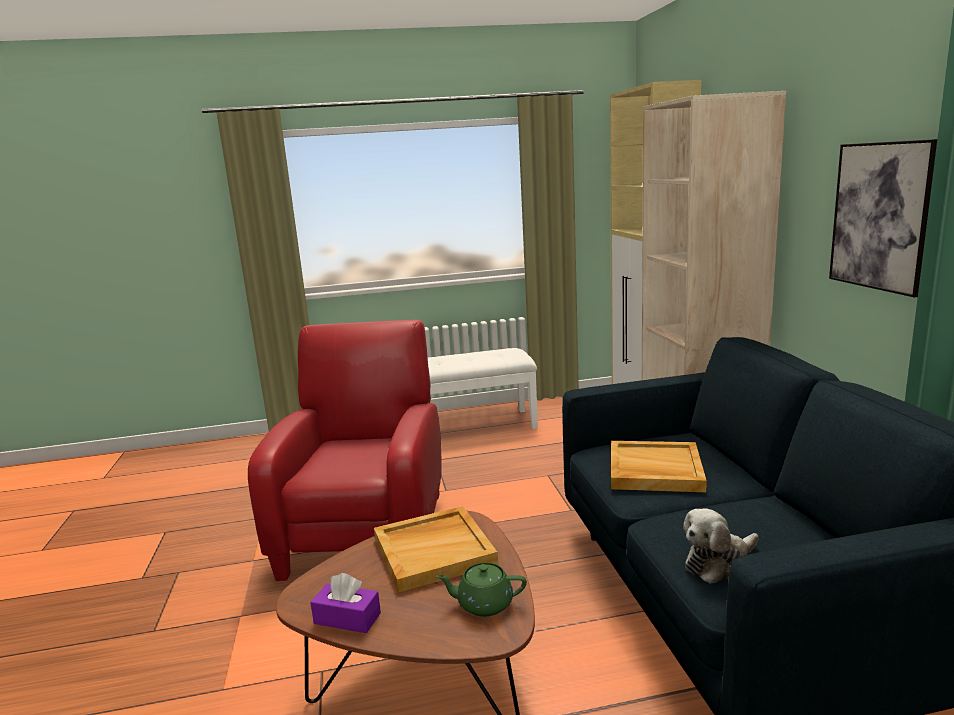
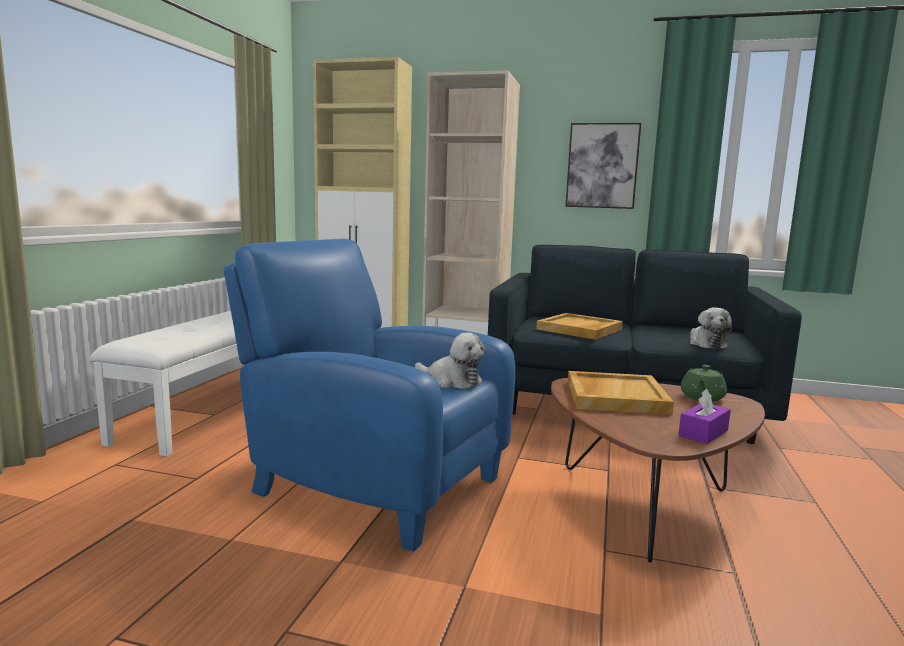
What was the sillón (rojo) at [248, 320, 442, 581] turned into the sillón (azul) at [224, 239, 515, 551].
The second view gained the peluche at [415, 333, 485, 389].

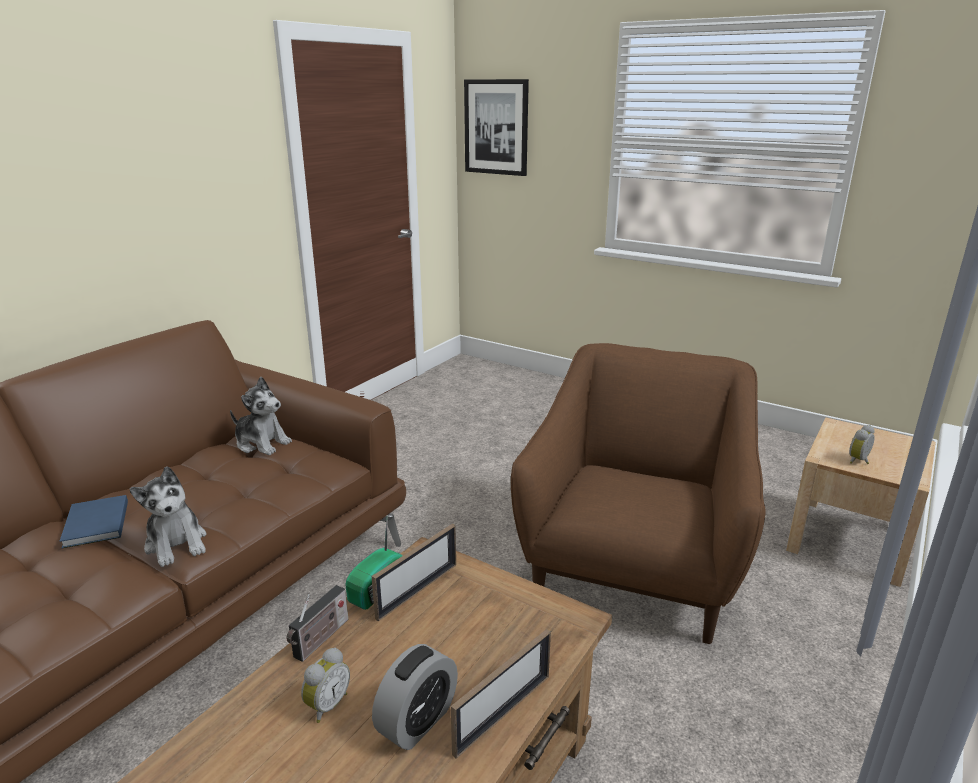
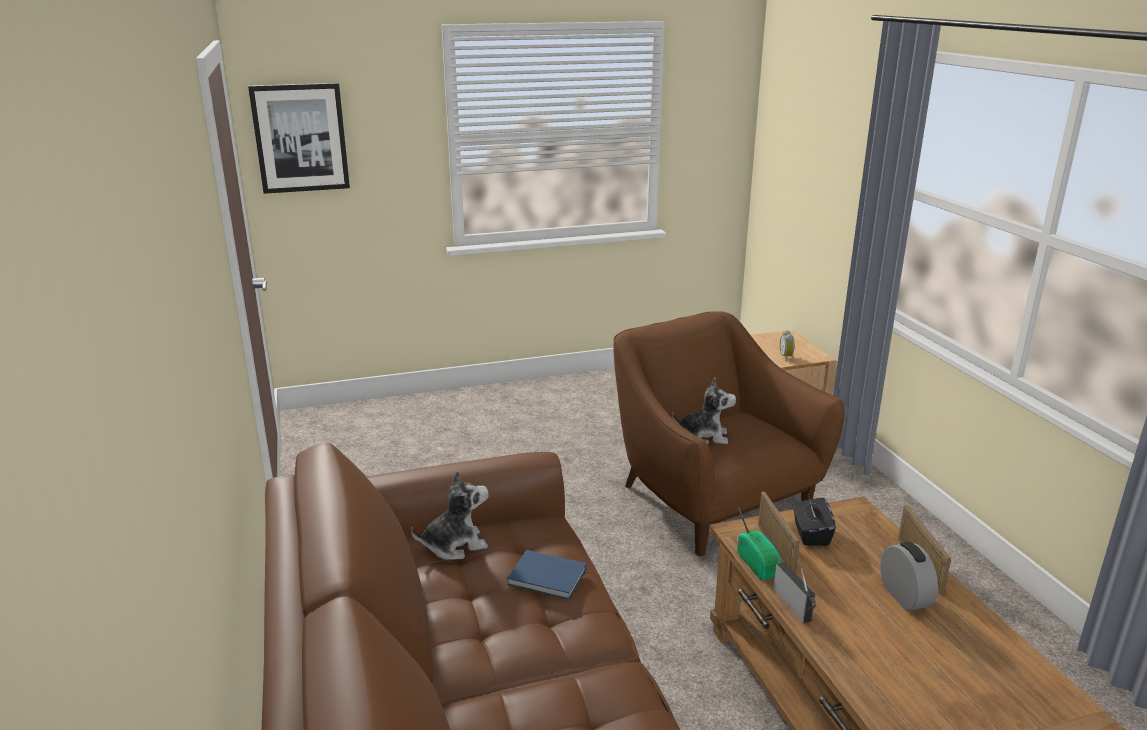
The libro (azul) ended up elsewhere, having gone from [60, 495, 128, 548] to [507, 550, 586, 600].
The peluche ended up elsewhere, having gone from [130, 466, 206, 567] to [672, 378, 736, 444].
The second view lost the despertador at [301, 647, 350, 723].
The second view gained the caja de pañuelos (negro) at [793, 494, 836, 546].

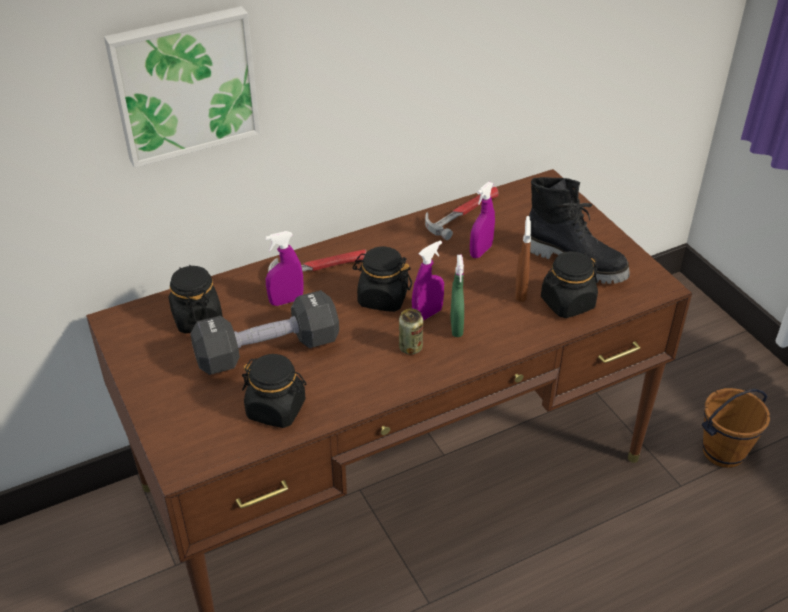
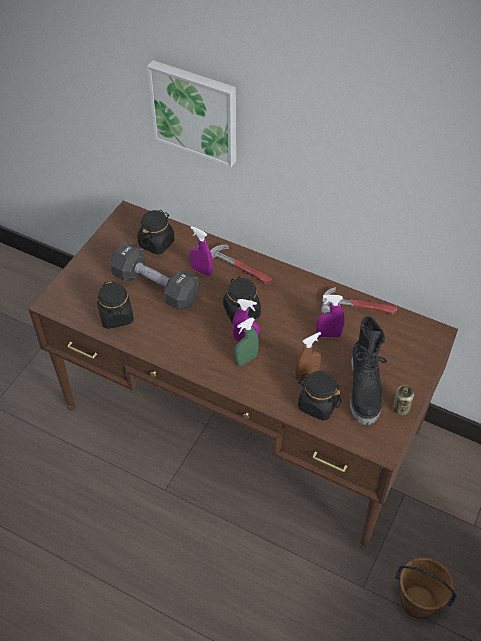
The lata ended up elsewhere, having gone from [399, 308, 423, 354] to [393, 385, 414, 415].

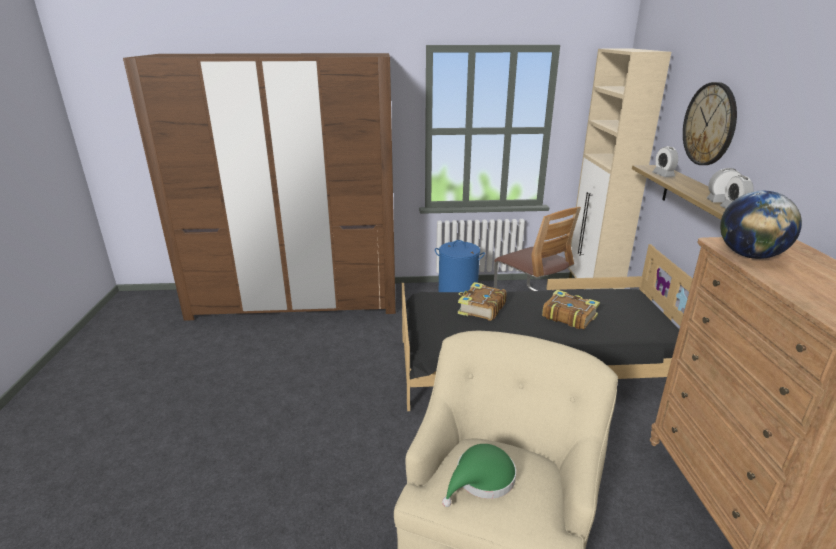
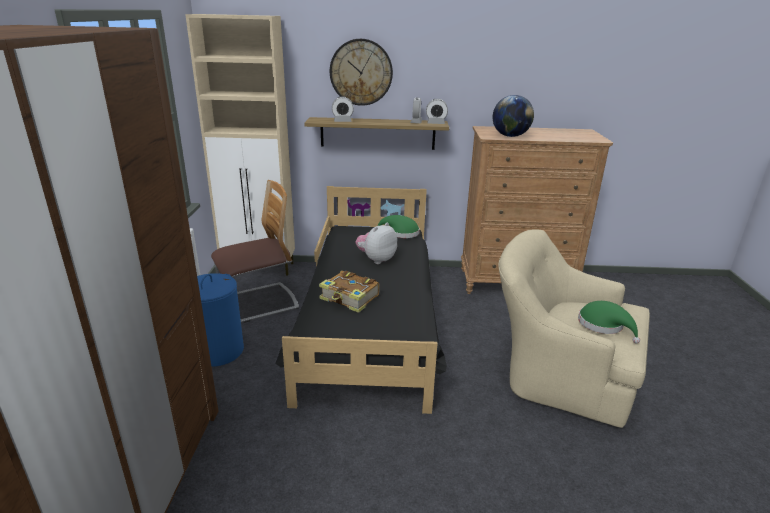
Where the libro stood at [542, 290, 600, 329], the peluche came to stand at [355, 223, 397, 264].
The second view gained the sombrero (verde) at [378, 215, 420, 238].

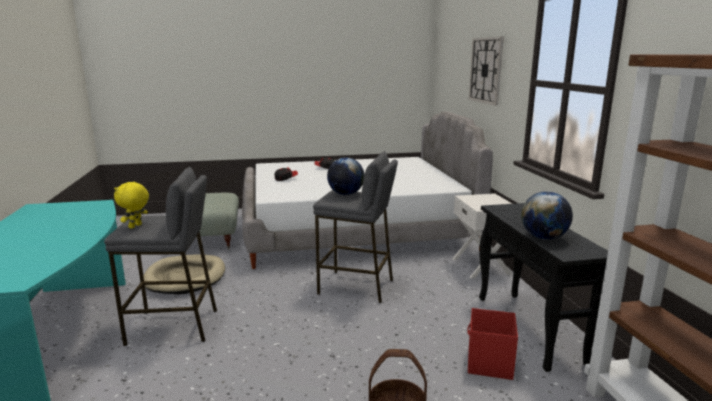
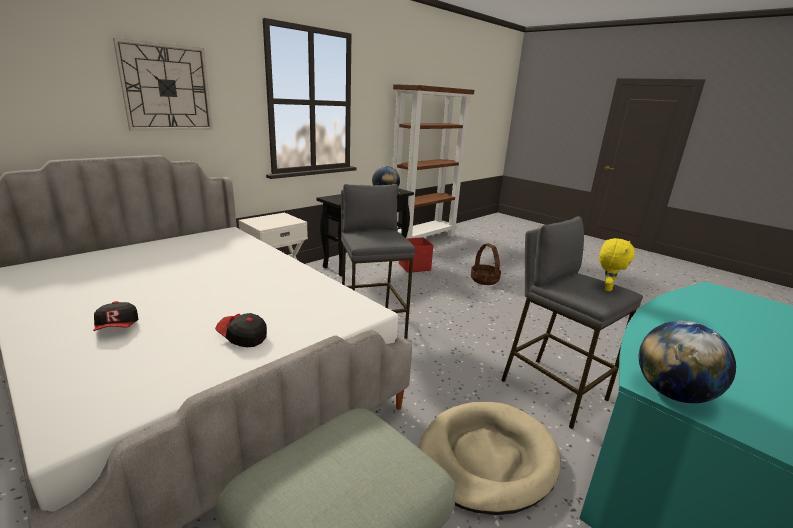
The peluche (amarillo) at [114, 181, 149, 229] ended up facing another way, 45 degrees counterclockwise from before.
The globo terráqueo ended up elsewhere, having gone from [327, 158, 364, 195] to [639, 321, 736, 403].

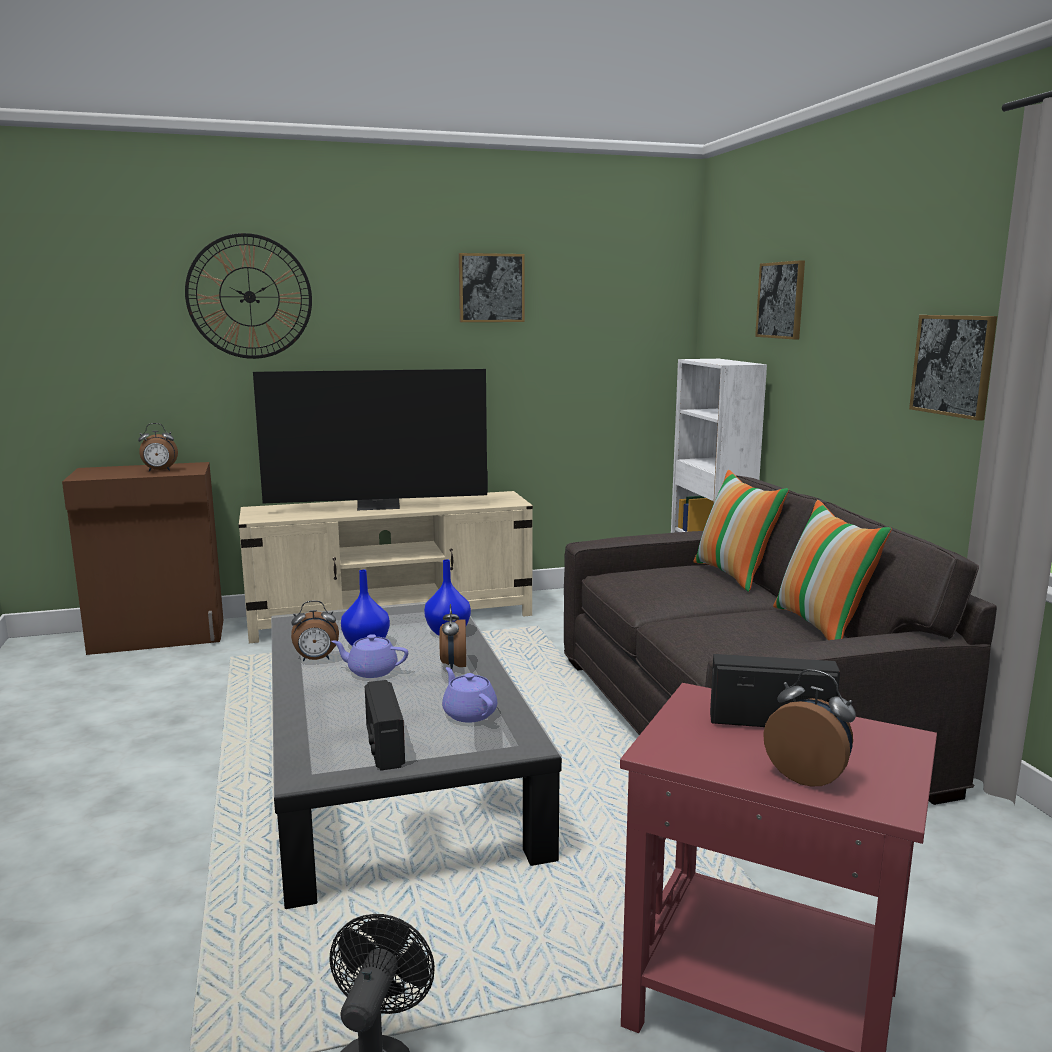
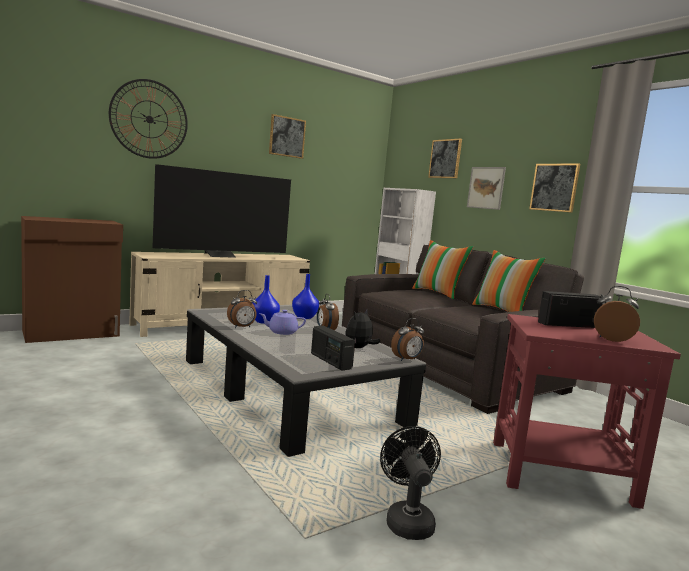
The despertador ended up elsewhere, having gone from [138, 423, 178, 472] to [391, 318, 424, 361].
Where the tetera (morado) stood at [442, 667, 497, 723], the peluche came to stand at [345, 309, 380, 348].
The second view gained the cuadro at [467, 167, 506, 210].

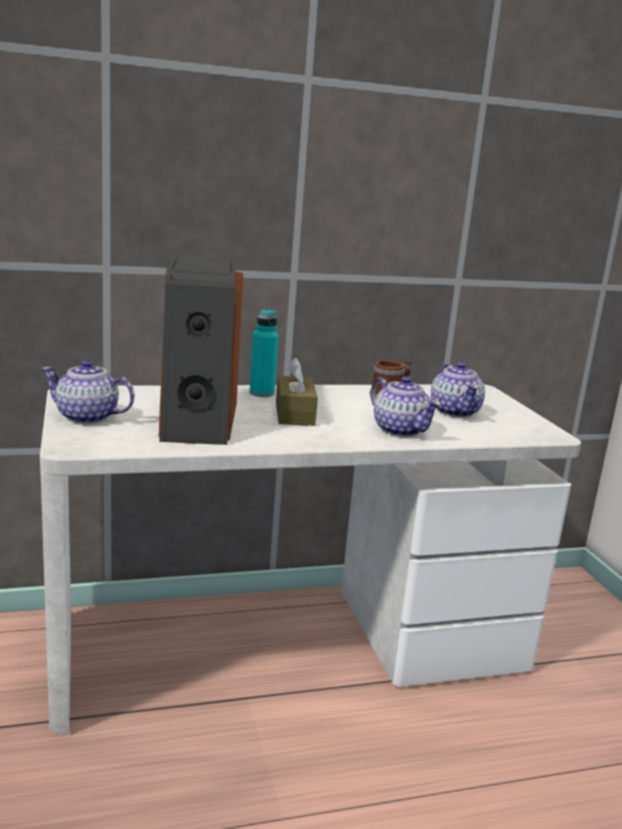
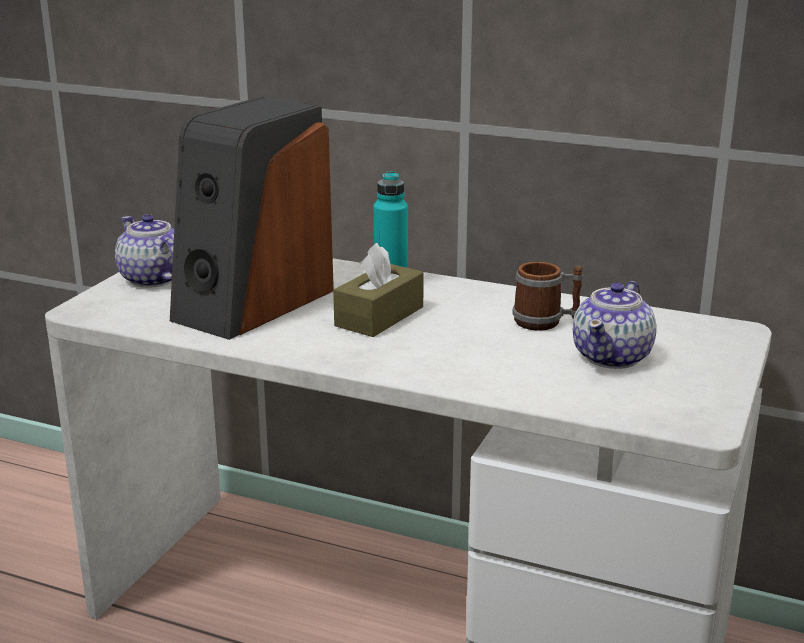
The second view lost the tetera at [370, 376, 441, 437].

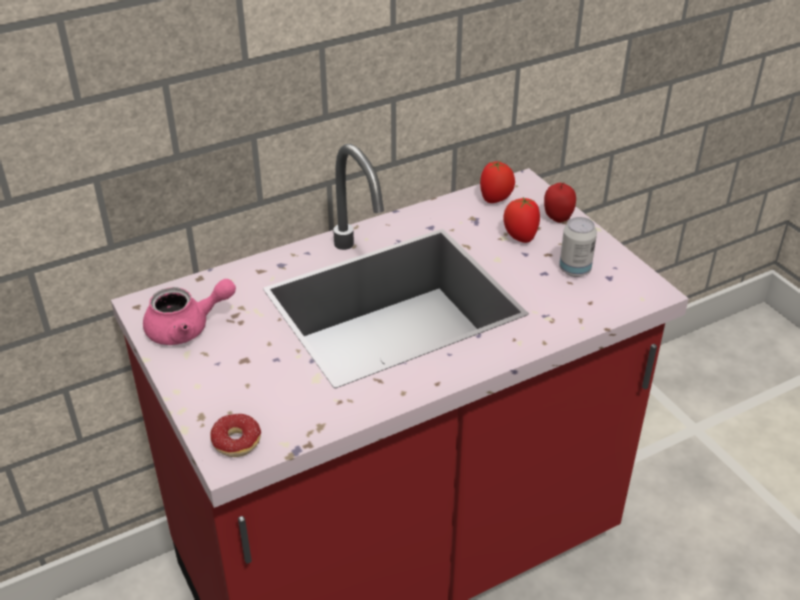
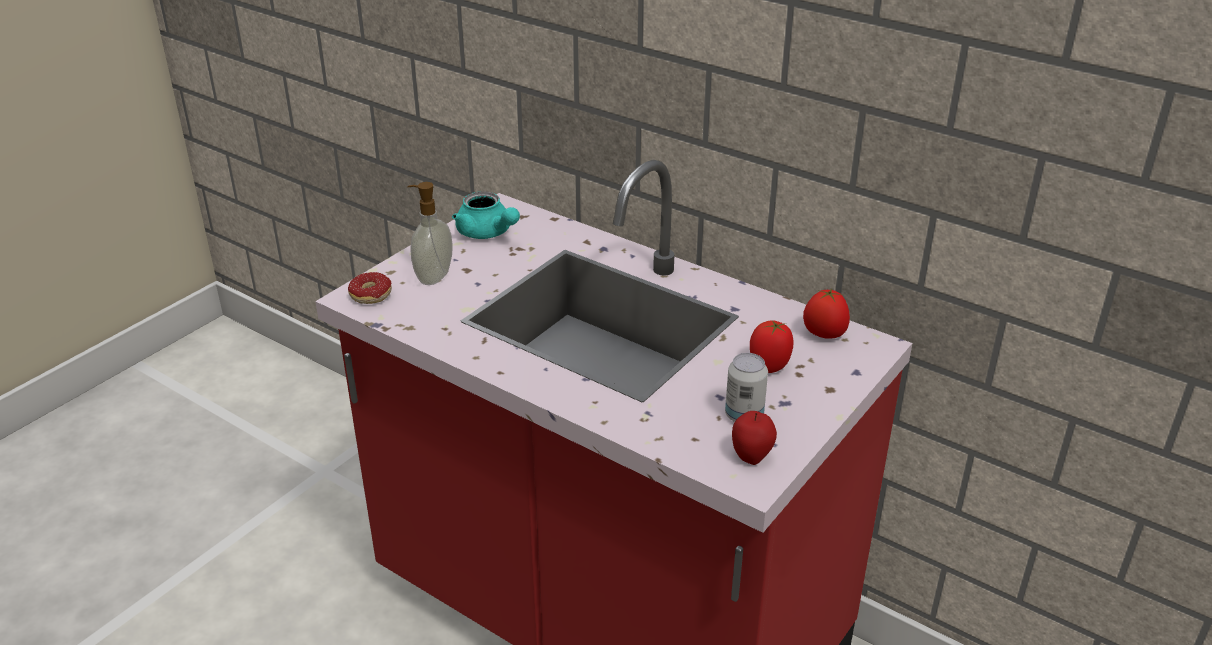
What was the tetera (rosa) at [143, 279, 236, 345] turned into the tetera (turquesa) at [452, 191, 520, 239].
The manzana ended up elsewhere, having gone from [544, 182, 576, 223] to [732, 411, 777, 465].
The second view gained the dispensador de jabón at [407, 182, 452, 285].

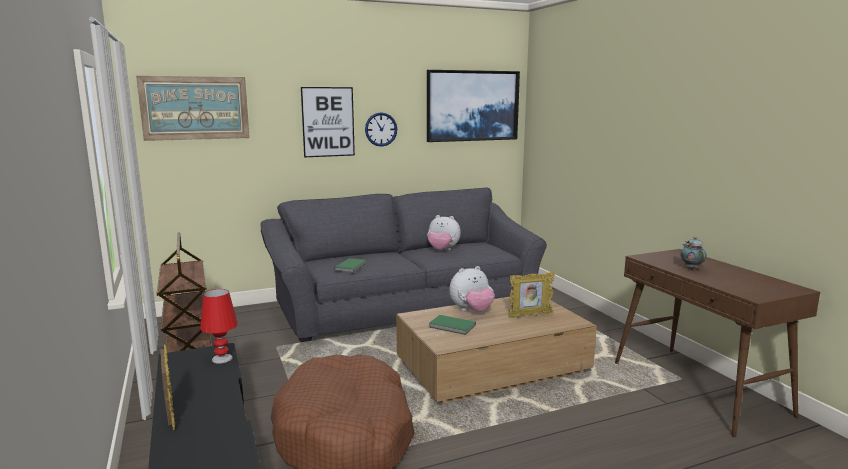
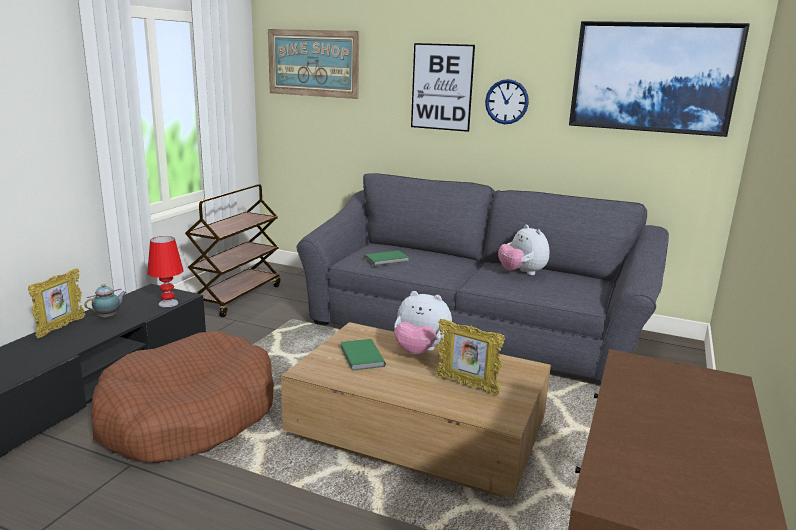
The tetera ended up elsewhere, having gone from [681, 237, 707, 270] to [84, 284, 127, 318].

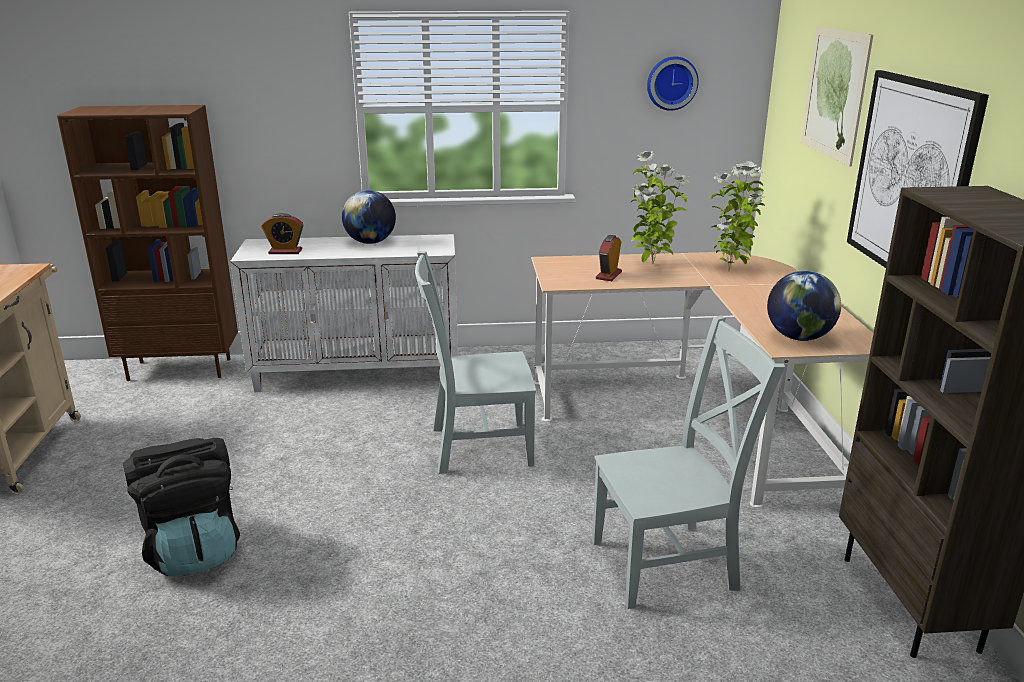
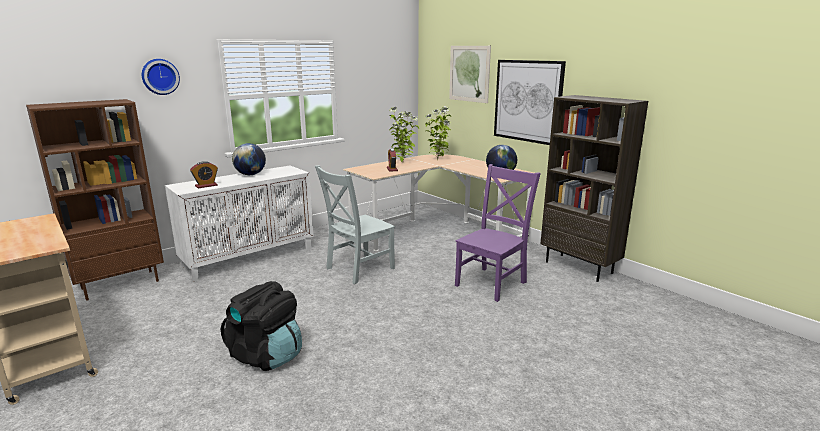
What was the silla (gris) at [592, 315, 785, 609] turned into the silla (morado) at [455, 164, 541, 302].
The reloj de pared ended up elsewhere, having gone from [647, 56, 699, 111] to [142, 59, 180, 95].

